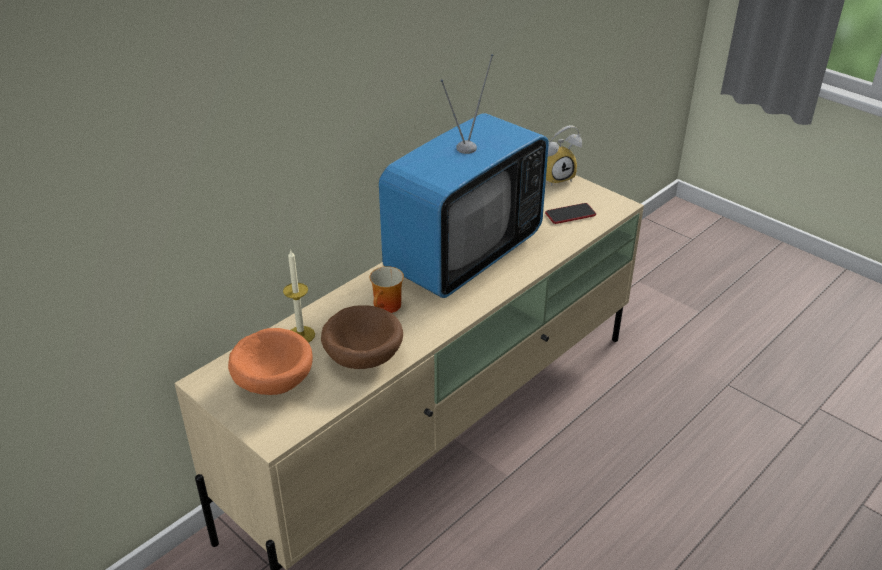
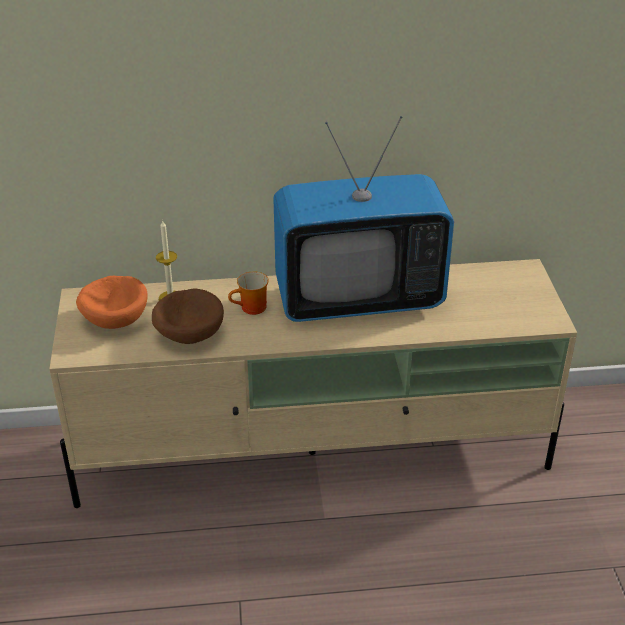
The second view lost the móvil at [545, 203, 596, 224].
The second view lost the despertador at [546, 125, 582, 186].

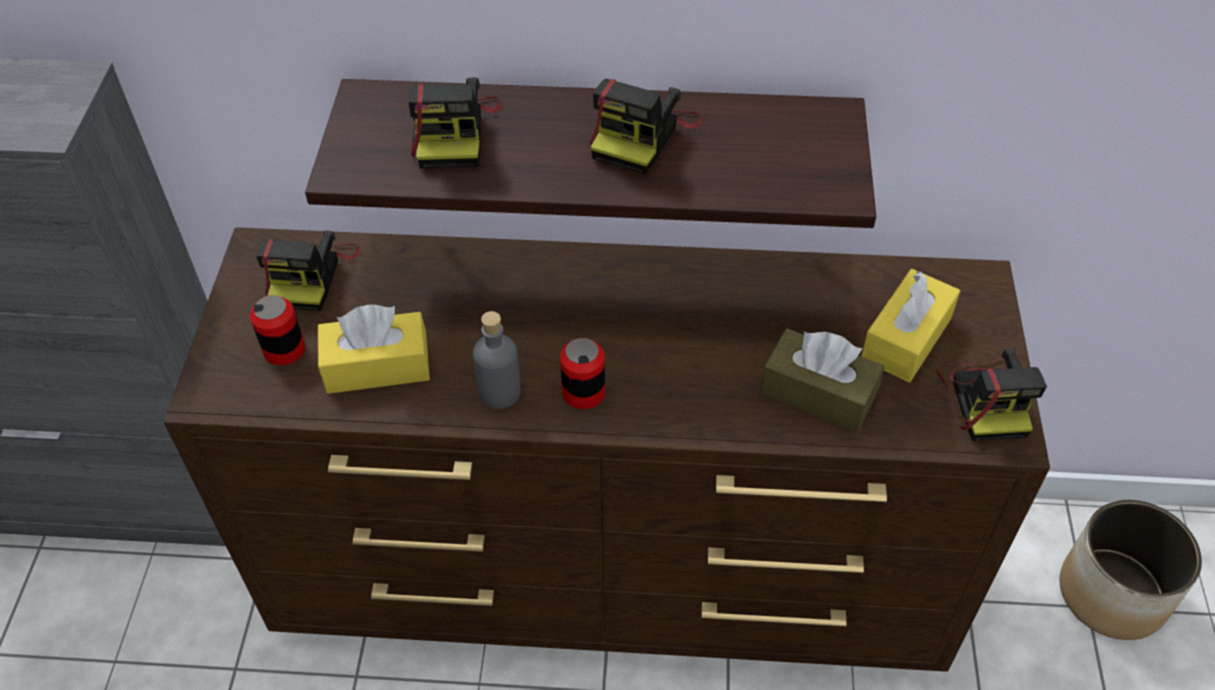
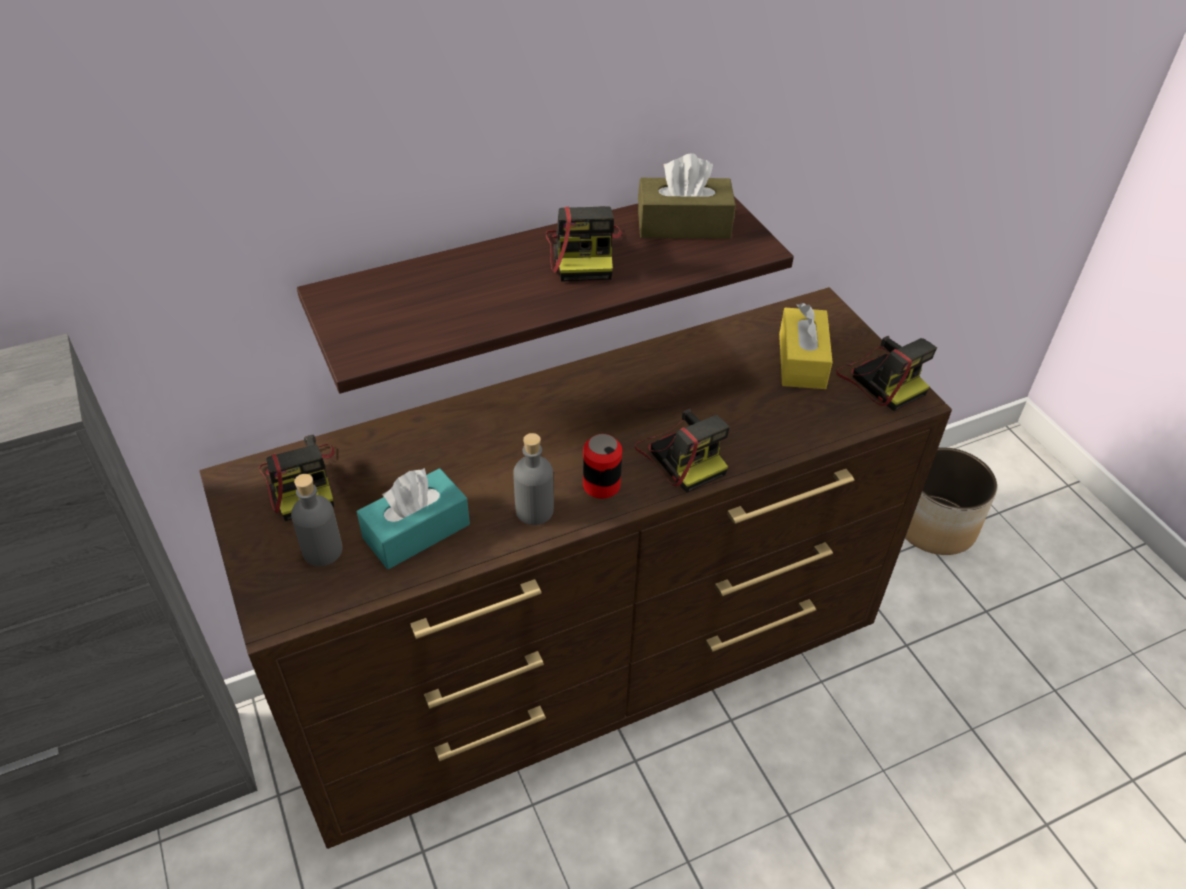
Where the lata stood at [250, 295, 305, 366], the botella (gris) came to stand at [291, 474, 343, 566].
What was the caja de pañuelos (amarillo) at [318, 304, 430, 394] turned into the caja de pañuelos (turquesa) at [357, 468, 470, 569].
The cámara ended up elsewhere, having gone from [409, 77, 502, 169] to [635, 409, 730, 493].
The caja de pañuelos (marrón) ended up elsewhere, having gone from [760, 328, 884, 432] to [638, 153, 736, 239].

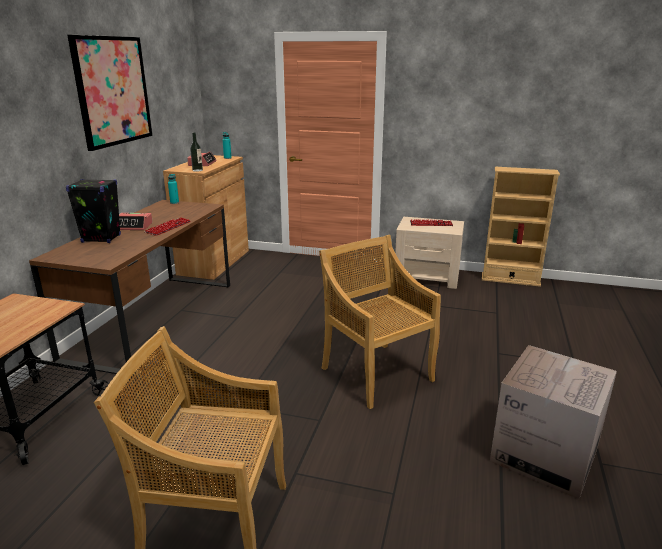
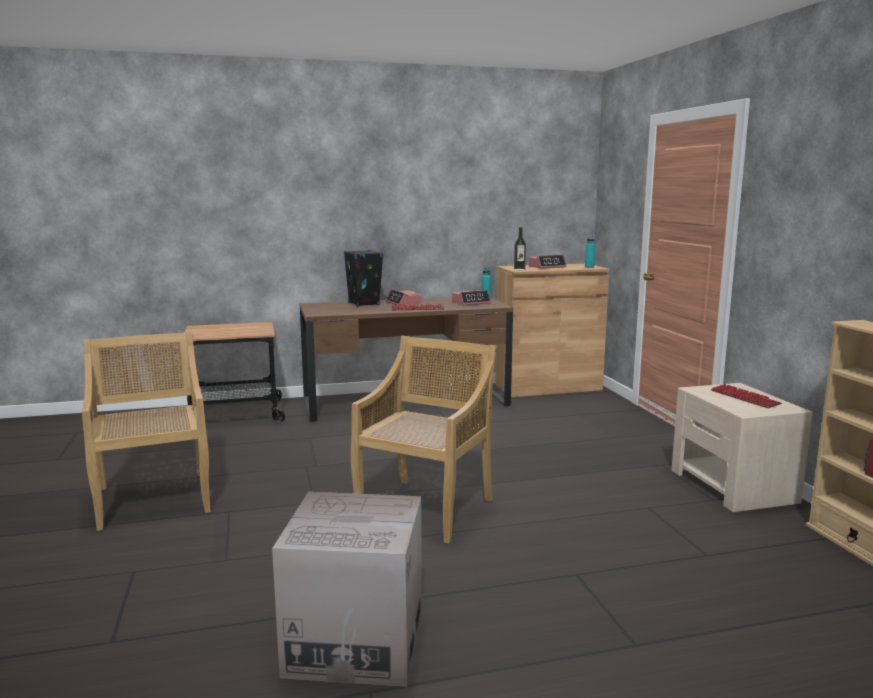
The second view lost the cuadro at [68, 35, 153, 151].
The second view gained the despertador at [452, 290, 491, 305].

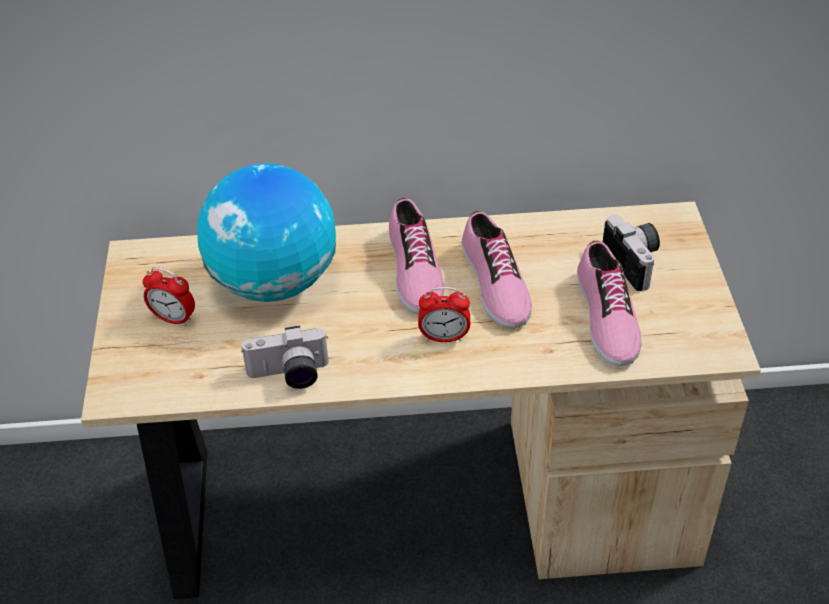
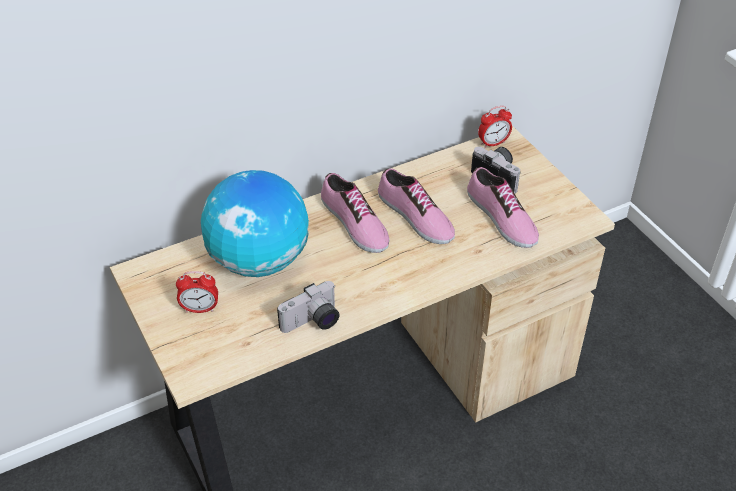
The despertador ended up elsewhere, having gone from [418, 287, 470, 342] to [478, 106, 512, 148].

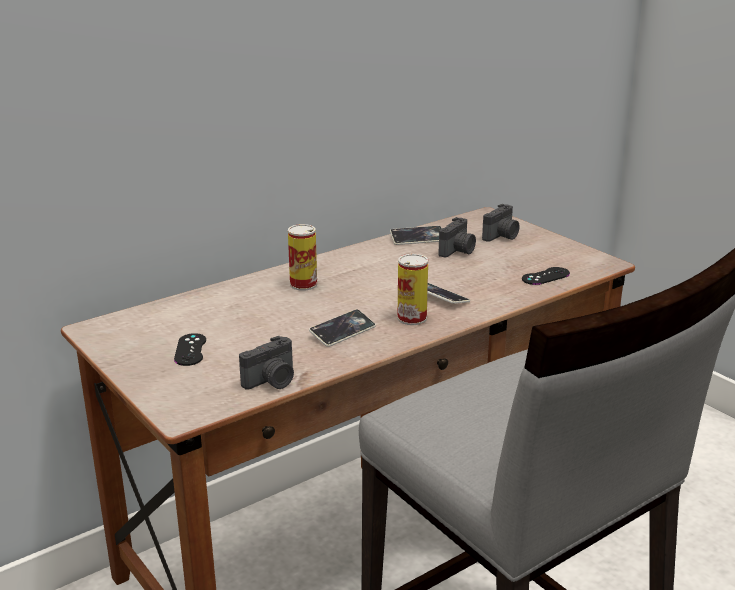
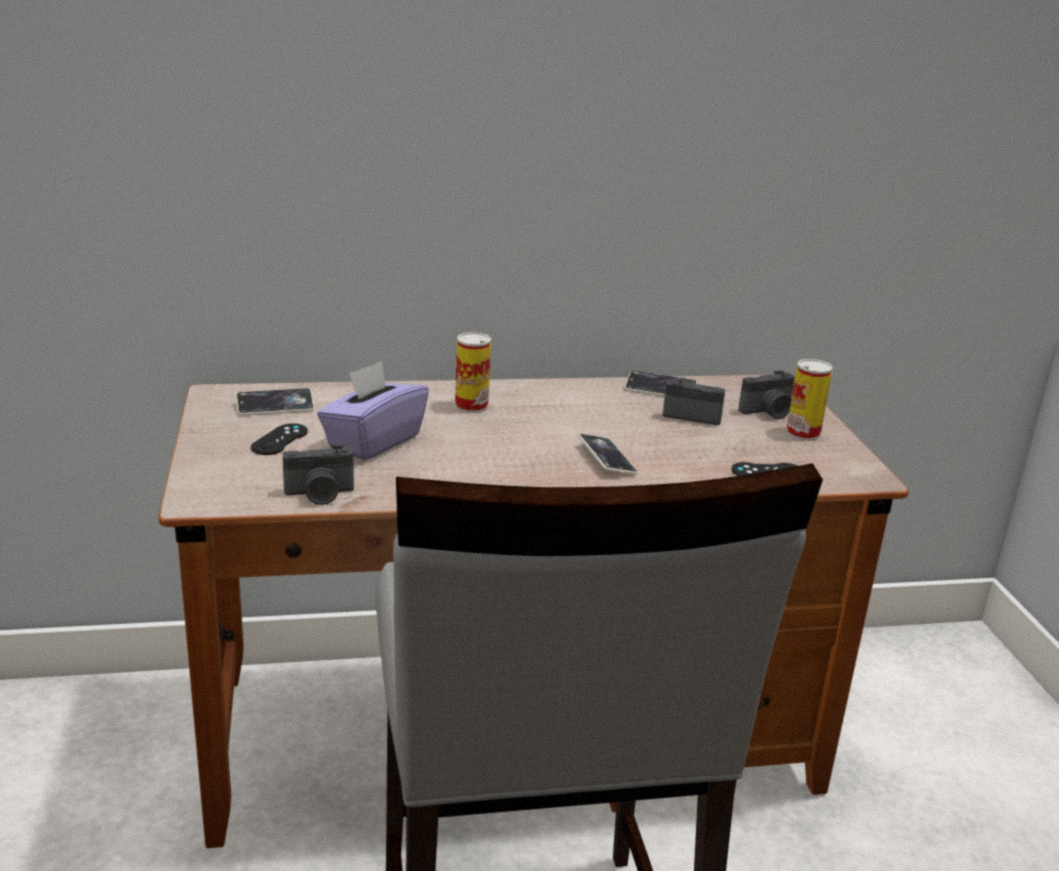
The móvil ended up elsewhere, having gone from [309, 309, 376, 347] to [236, 388, 314, 416].
The lata ended up elsewhere, having gone from [397, 254, 428, 325] to [786, 359, 833, 441].
The cámara at [439, 217, 476, 257] ended up facing another way, 135 degrees counterclockwise from before.
The second view gained the caja de pañuelos (morado) at [317, 361, 429, 461].

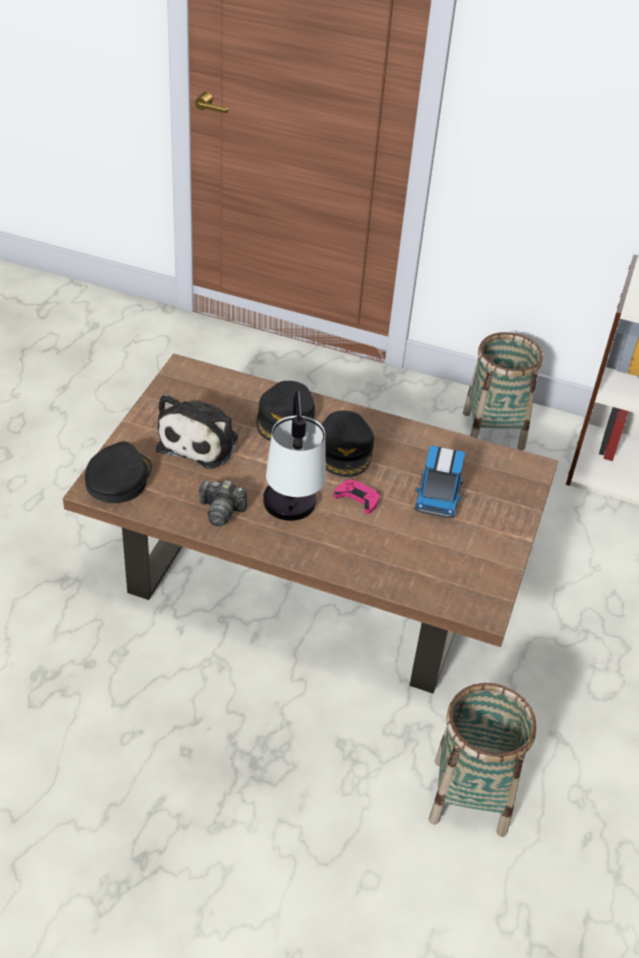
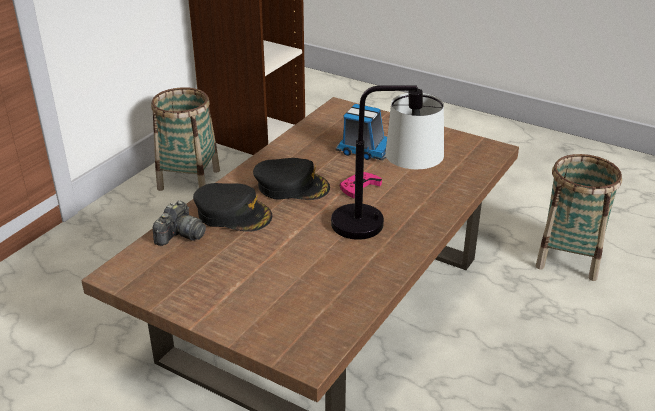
The second view lost the gorra (negro) at [85, 441, 152, 503].
The second view lost the peluche at [156, 394, 238, 469].
The cámara ended up elsewhere, having gone from [198, 480, 247, 526] to [153, 201, 206, 246].

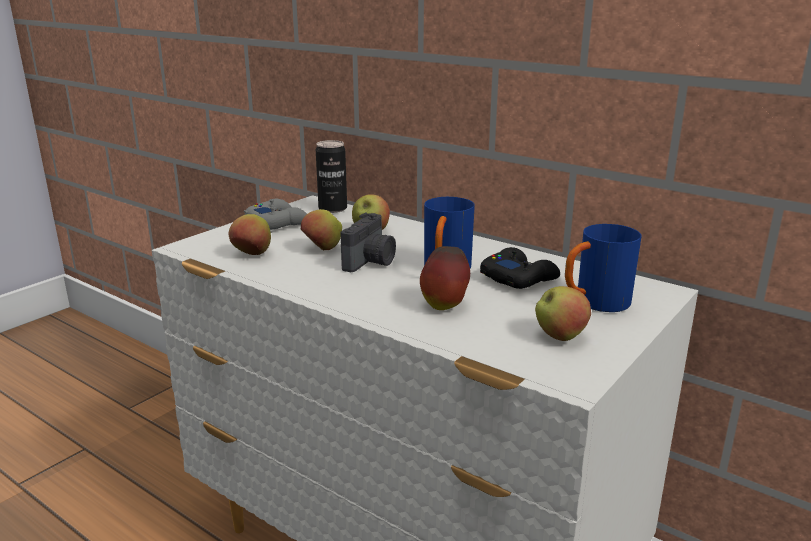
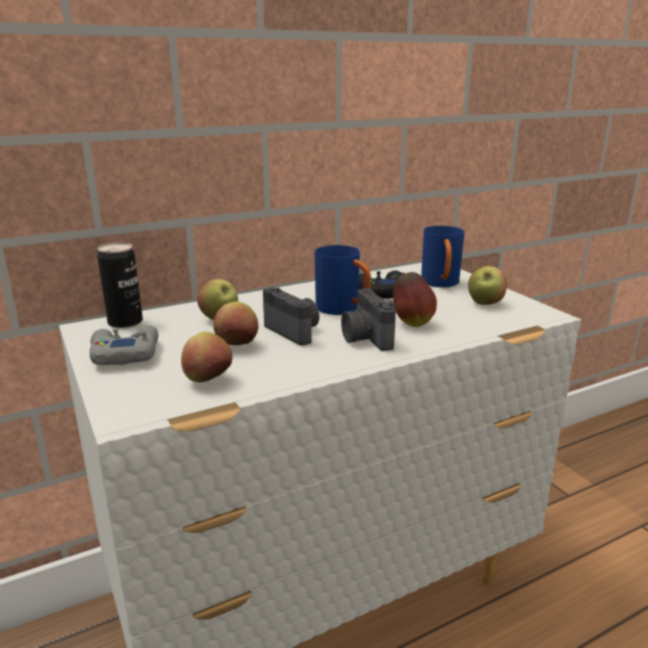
The second view gained the cámara at [341, 289, 396, 351].

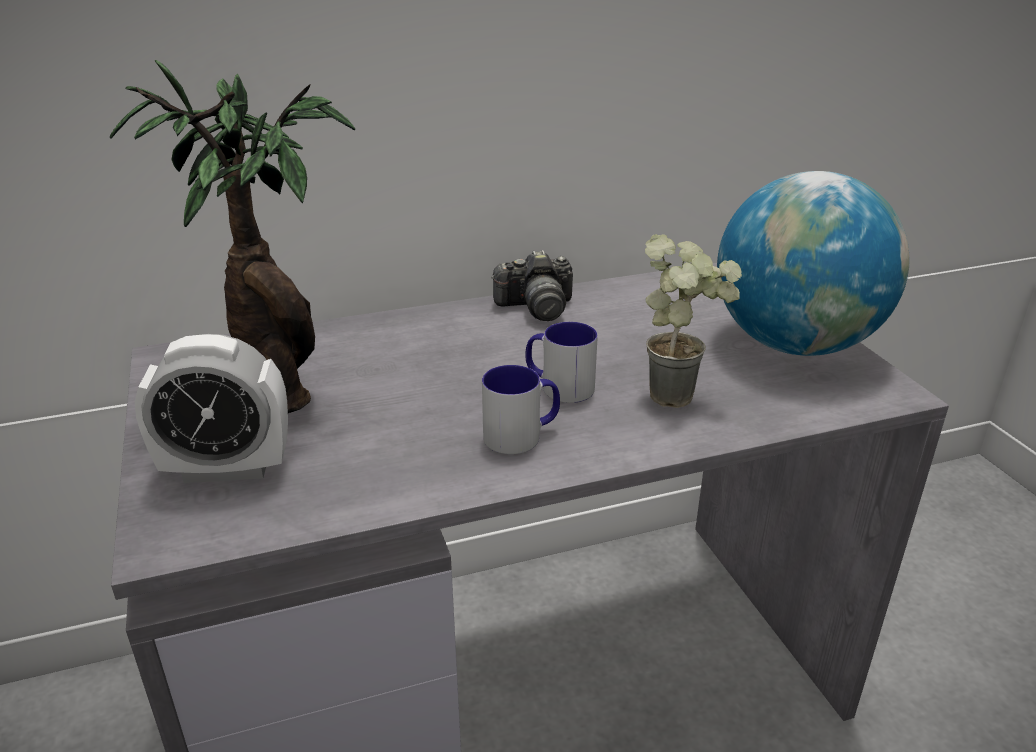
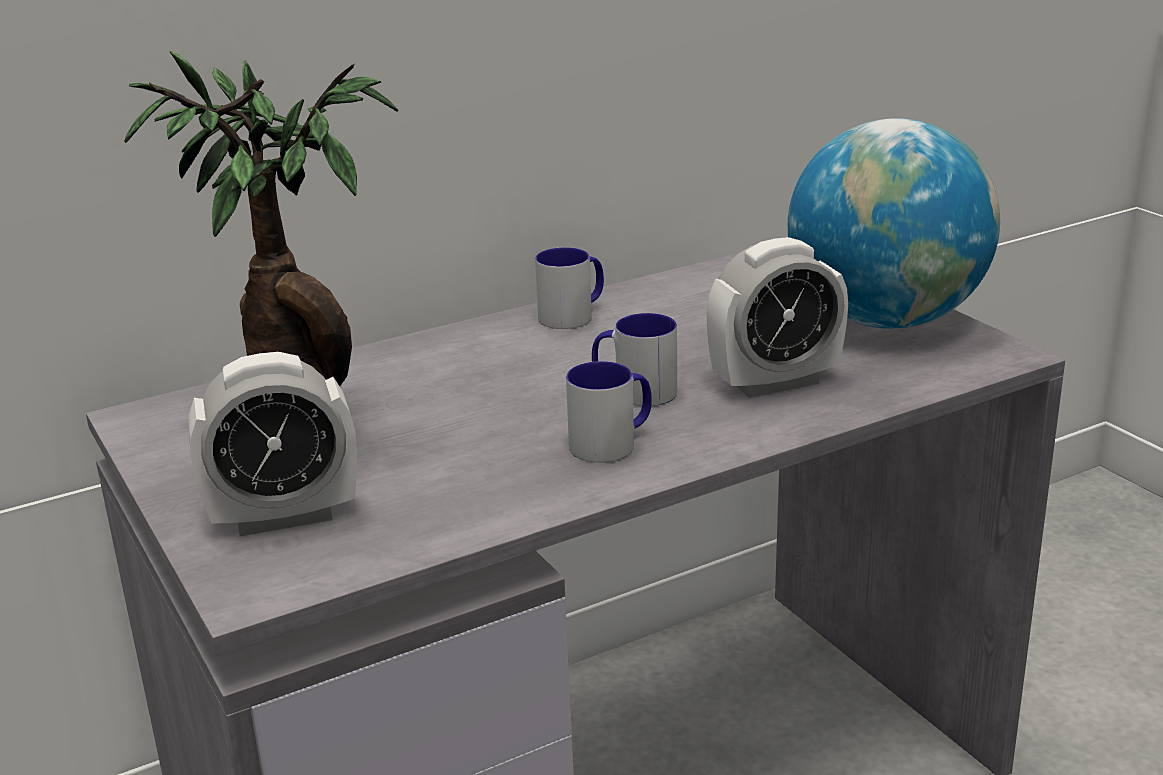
Where the cámara stood at [491, 250, 573, 321], the taza grande came to stand at [535, 247, 604, 329].
Where the planta en maceta stood at [645, 234, 742, 408], the despertador came to stand at [707, 237, 848, 398].

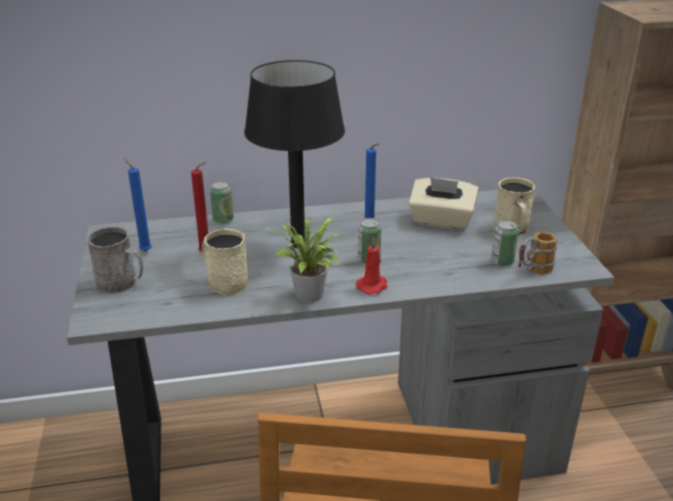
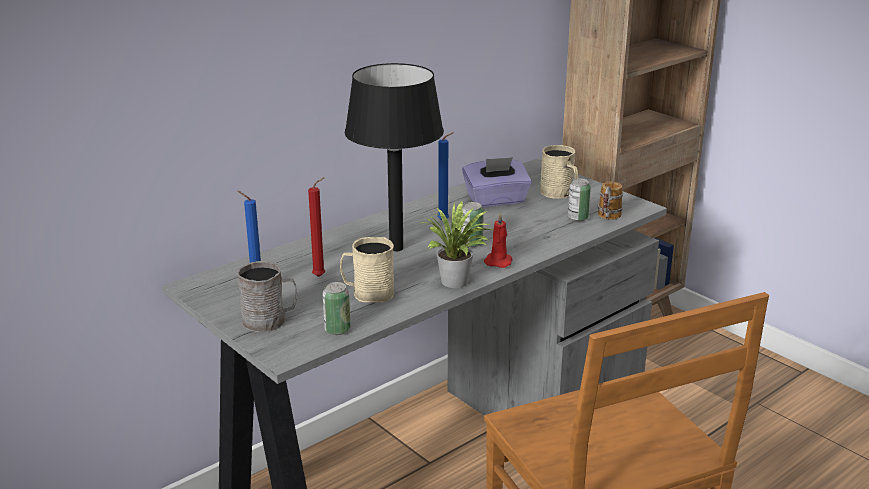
The lata ended up elsewhere, having gone from [210, 181, 234, 224] to [323, 282, 350, 335].
What was the caja de pañuelos (beis) at [409, 177, 479, 230] turned into the caja de pañuelos (morado) at [462, 157, 532, 207].

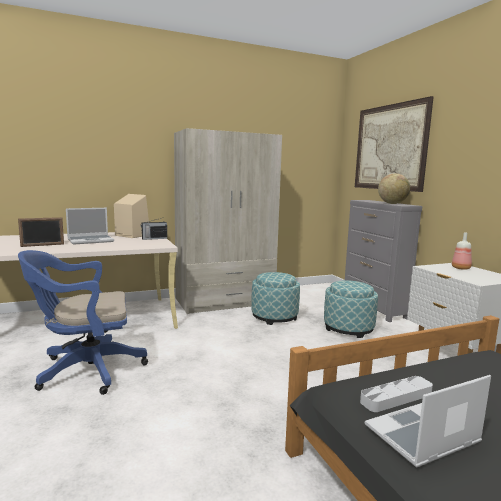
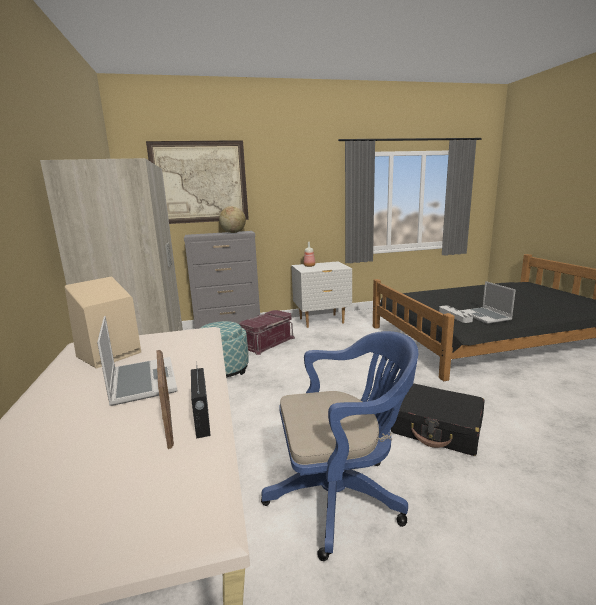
The silla de oficina (azul) at [18, 250, 148, 395] ended up facing another way, 90 degrees counterclockwise from before.
The radio ended up elsewhere, having gone from [141, 218, 167, 240] to [191, 361, 211, 439].
Where the puf stood at [324, 280, 378, 338], the caja de almacenaje (rojo) came to stand at [239, 310, 295, 355].
The second view gained the maleta (negro) at [391, 383, 484, 456].

